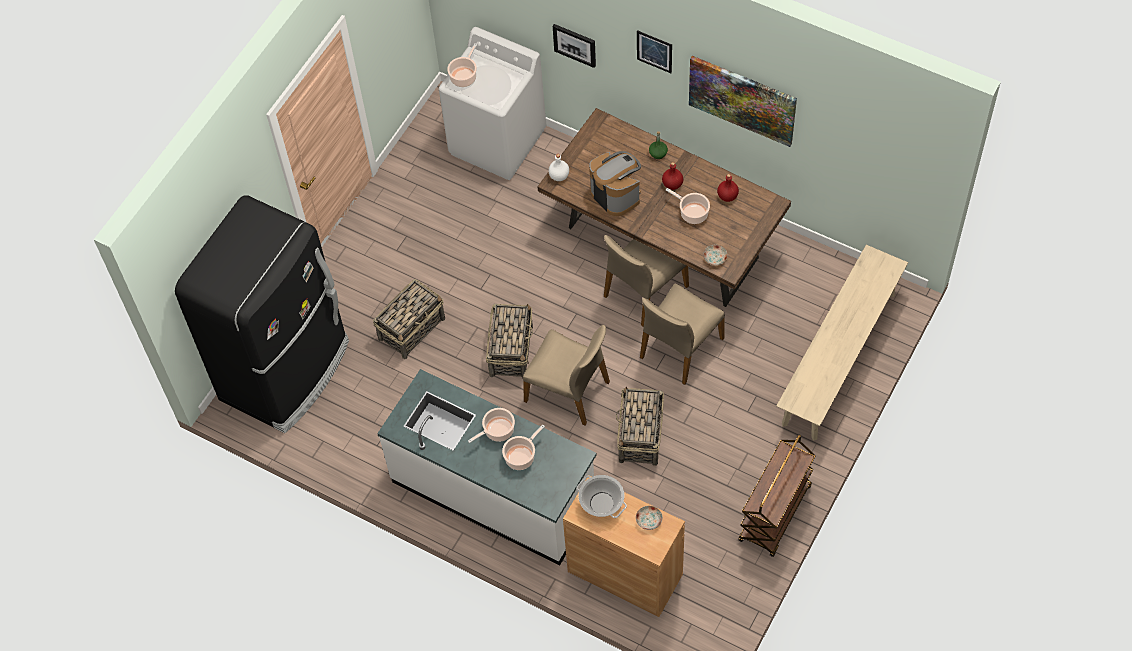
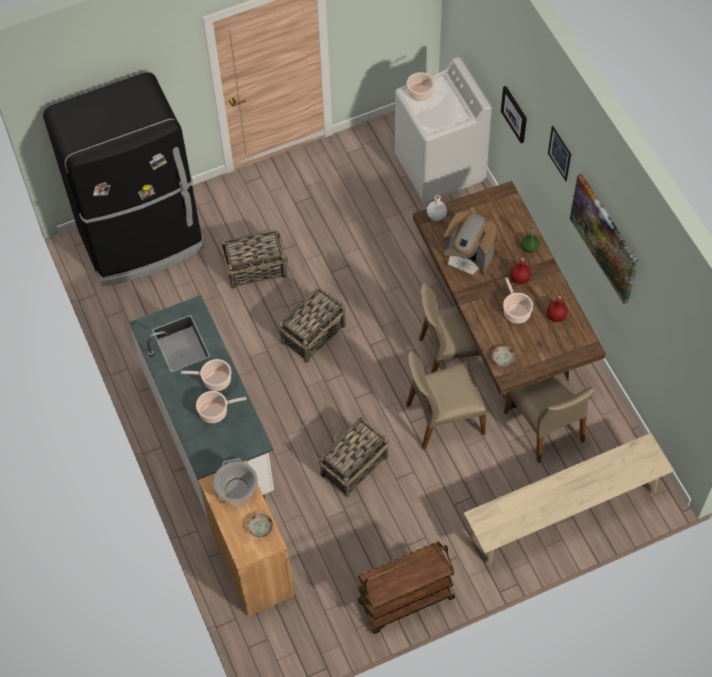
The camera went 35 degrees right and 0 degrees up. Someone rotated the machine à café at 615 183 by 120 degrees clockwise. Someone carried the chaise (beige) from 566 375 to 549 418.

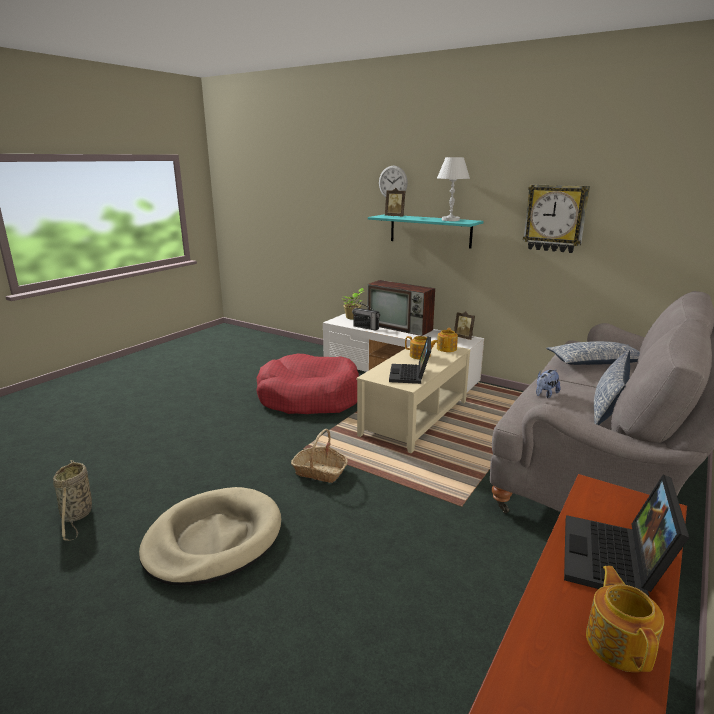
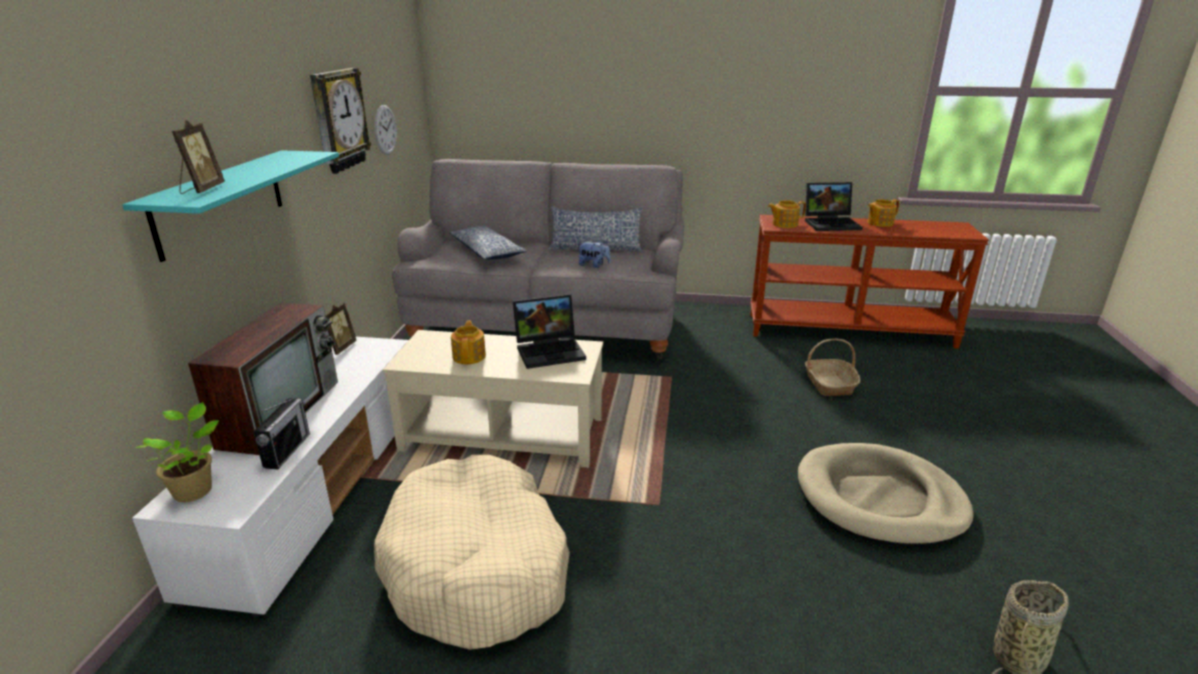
The camera went 115 degrees left and 5 degrees up. Someone carried the horloge murale from 393 182 to 385 130. Someone repainted the panier pour chien (rouge) at 307 384, which became the panier pour chien (beige) at 472 552. Someone carried the théière from 447 340 to 787 214. Someone carried the panier from 319 456 to 832 367. Someone took away the lampe de table (blanc) at 453 189.

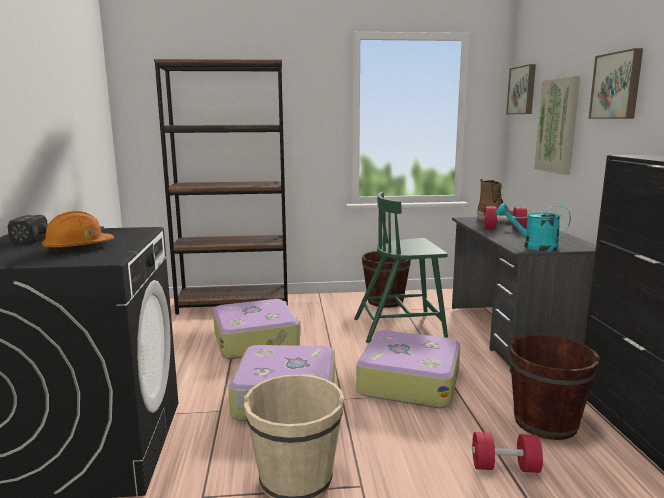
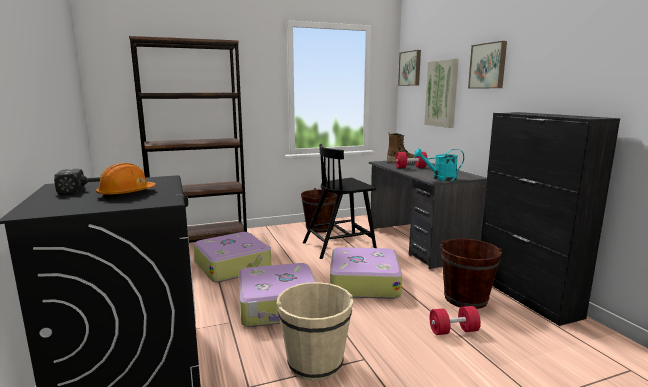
The camera went 15 degrees left and 0 degrees up. Someone repainted the chaise (vert) at 401 267, which became the chaise (noir) at 340 201.

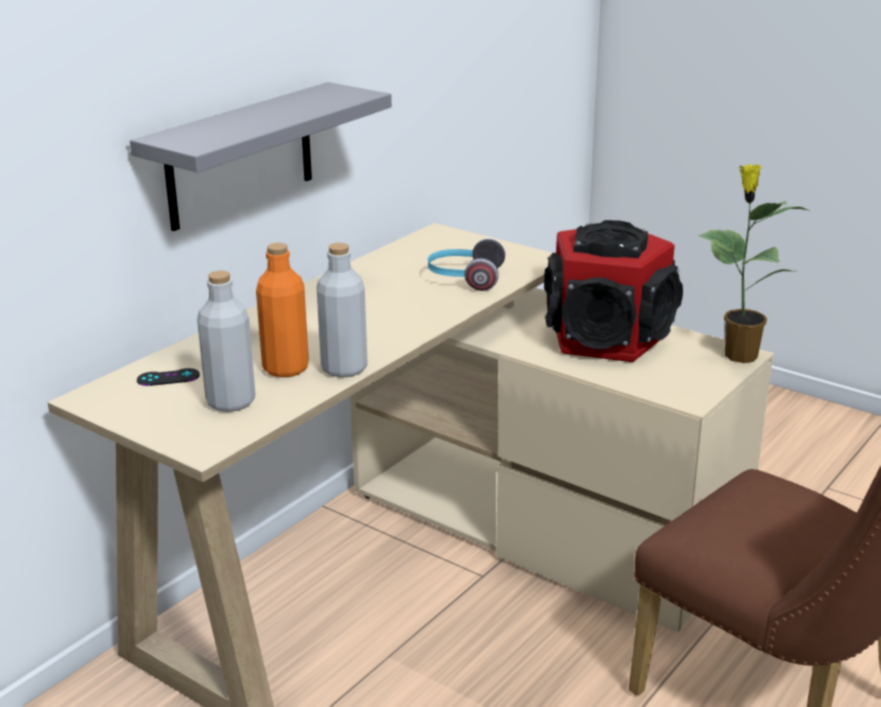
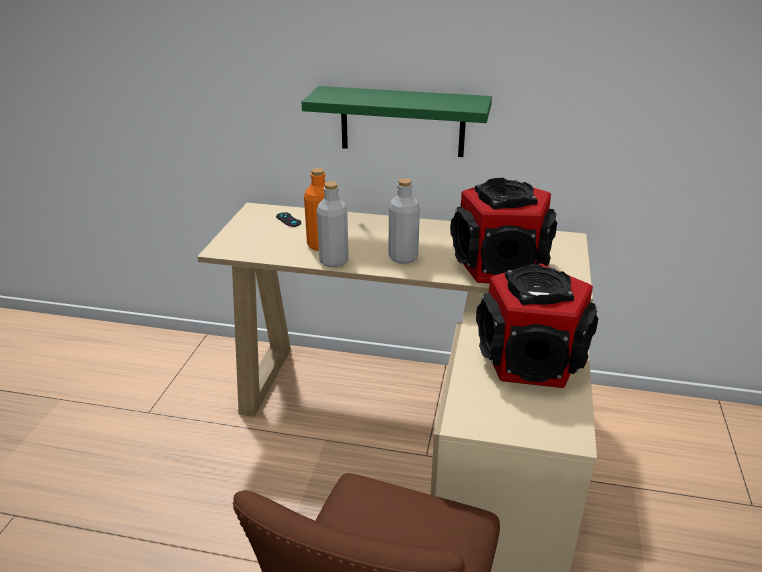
The camera went 65 degrees right and 5 degrees up. Someone repainted the étagère (gris) at 261 156, which became the étagère (vert) at 396 121. Someone carried the bouteille (gris) from 226 341 to 404 221. Someone swapped the casque audio at 466 265 for the enceinte at 503 230. Someone took away the plante en pot at 755 263.

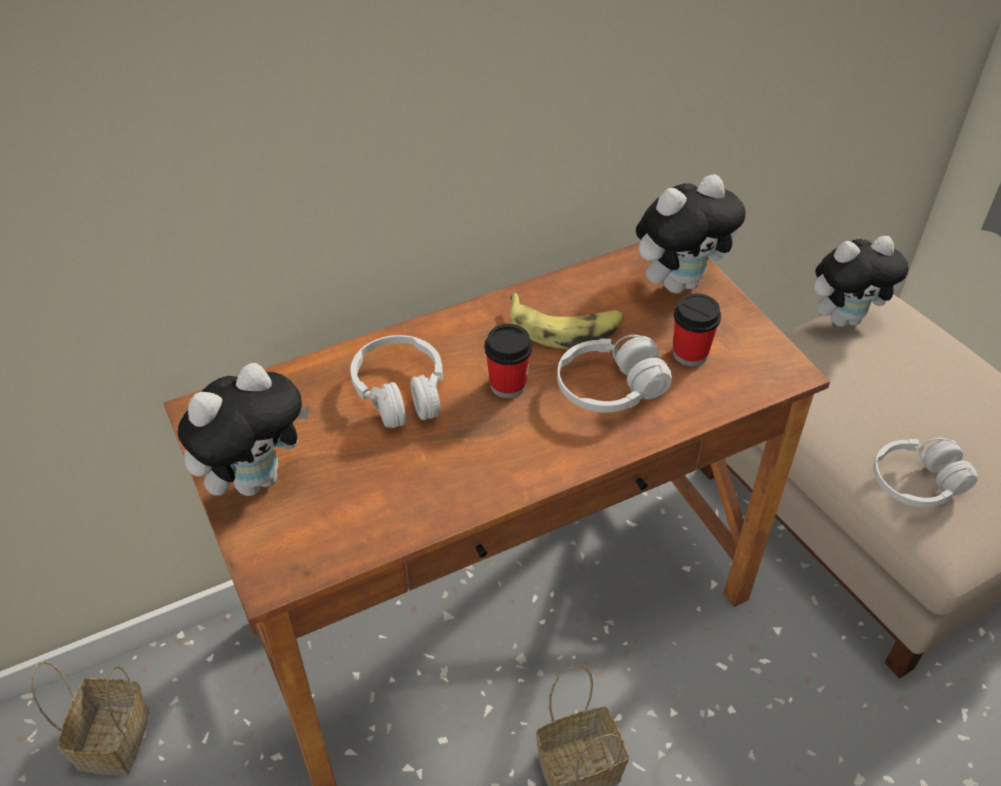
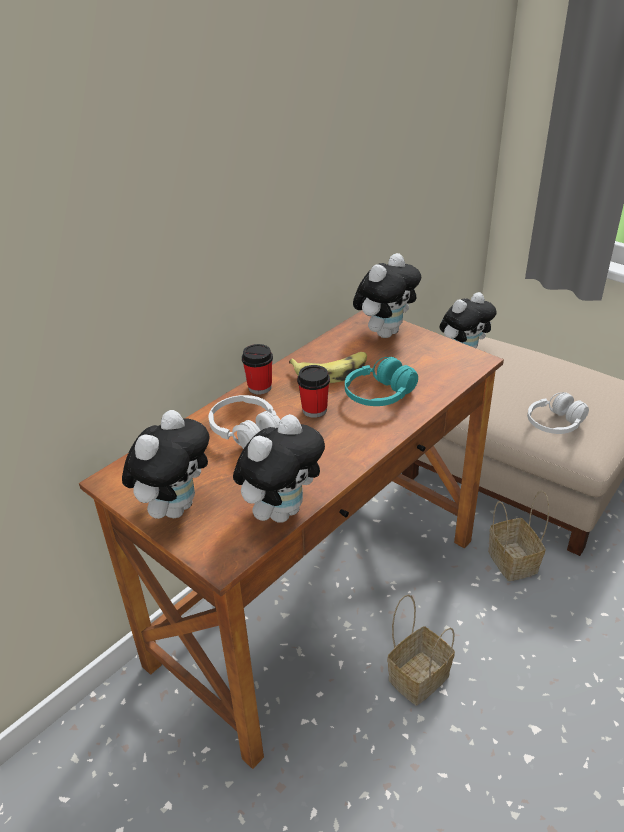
The camera went 20 degrees left and 10 degrees down. Someone put down the peluche at 279 468. Someone carried the tasse from 697 329 to 257 369. Someone repainted the casque audio (blanc) at 614 374, which became the casque audio (turquoise) at 381 381. Someone carried the panier from 90 717 to 518 535.

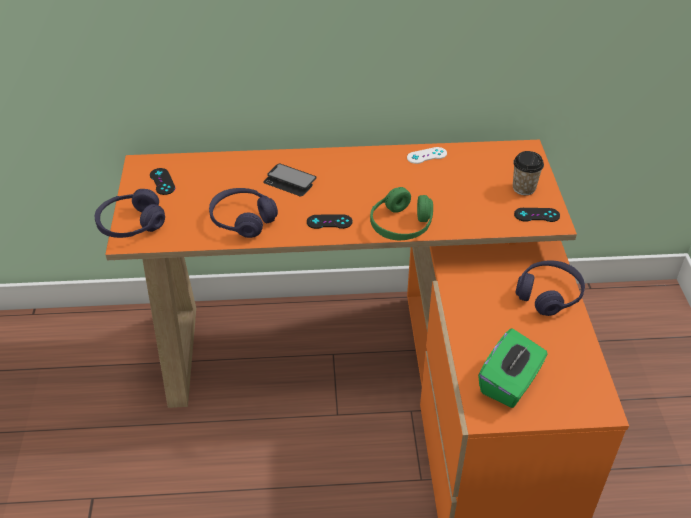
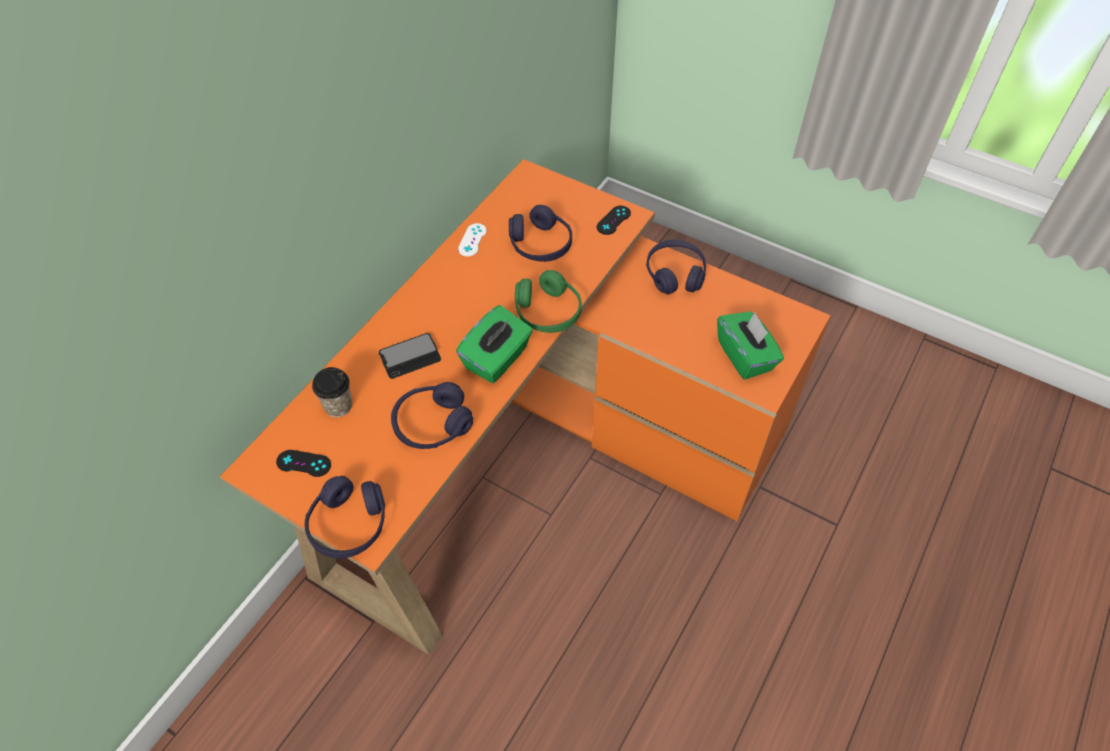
The camera went 55 degrees left and 10 degrees up. Someone carried the tasse from 528 173 to 332 392. Someone swapped the manette (noir) at 330 221 for the boîte à mouchoirs (vert) at 494 344. Someone put down the casque audio (violet) at 540 233.

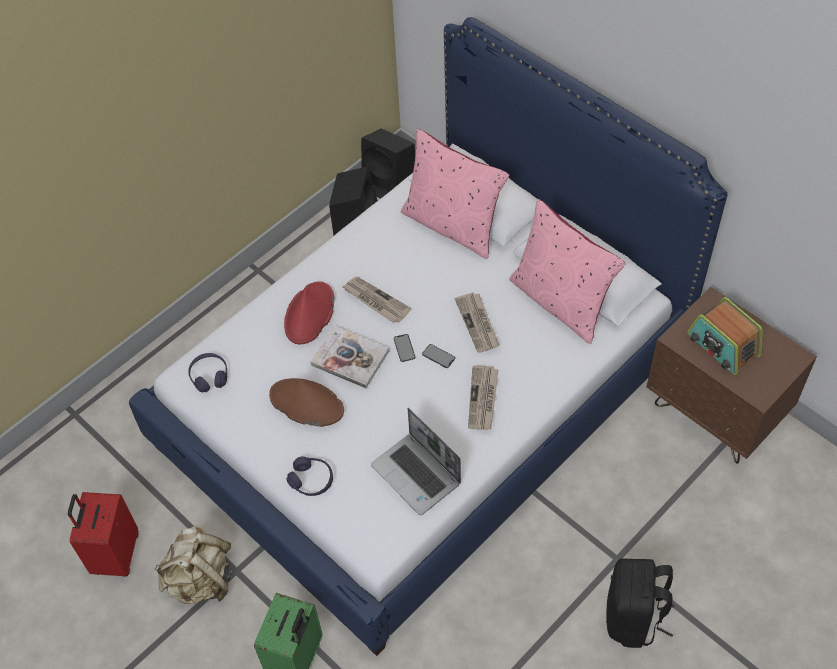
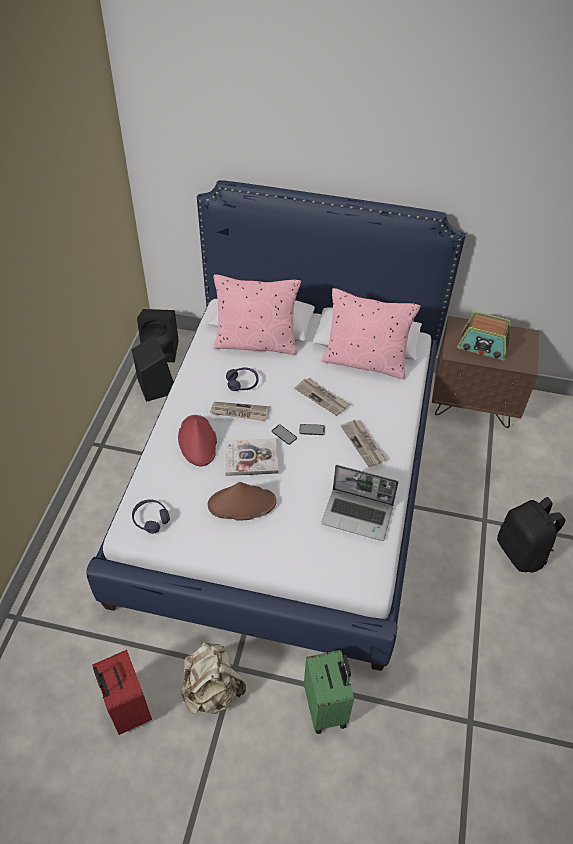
The camera went 35 degrees left and 5 degrees down. Someone carried the casque audio (violet) from 309 476 to 242 379.

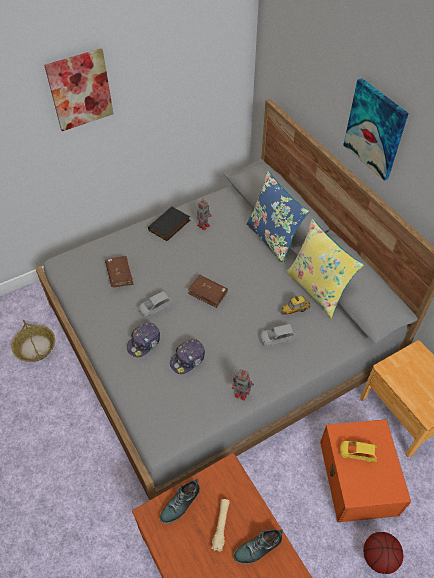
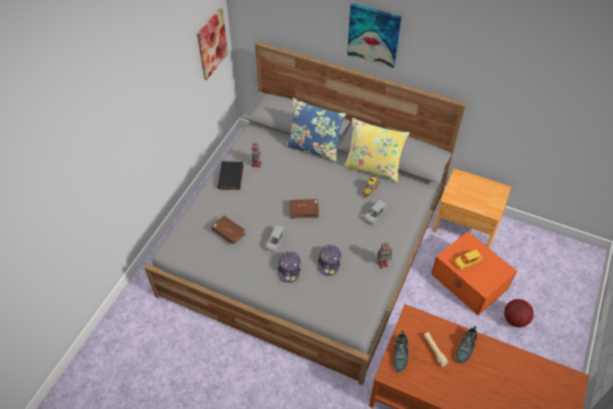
The camera went 35 degrees left and 0 degrees up. Someone carried the tableau from 79 89 to 212 44. Someone took away the panier at 33 341.

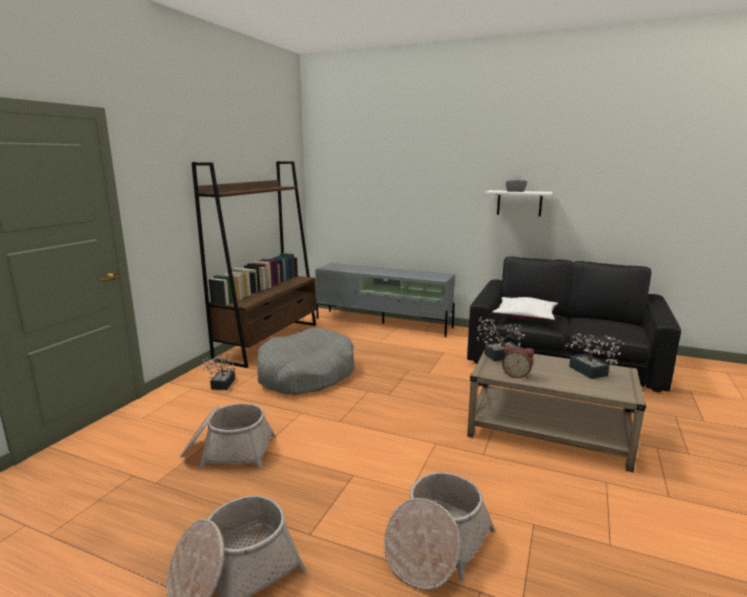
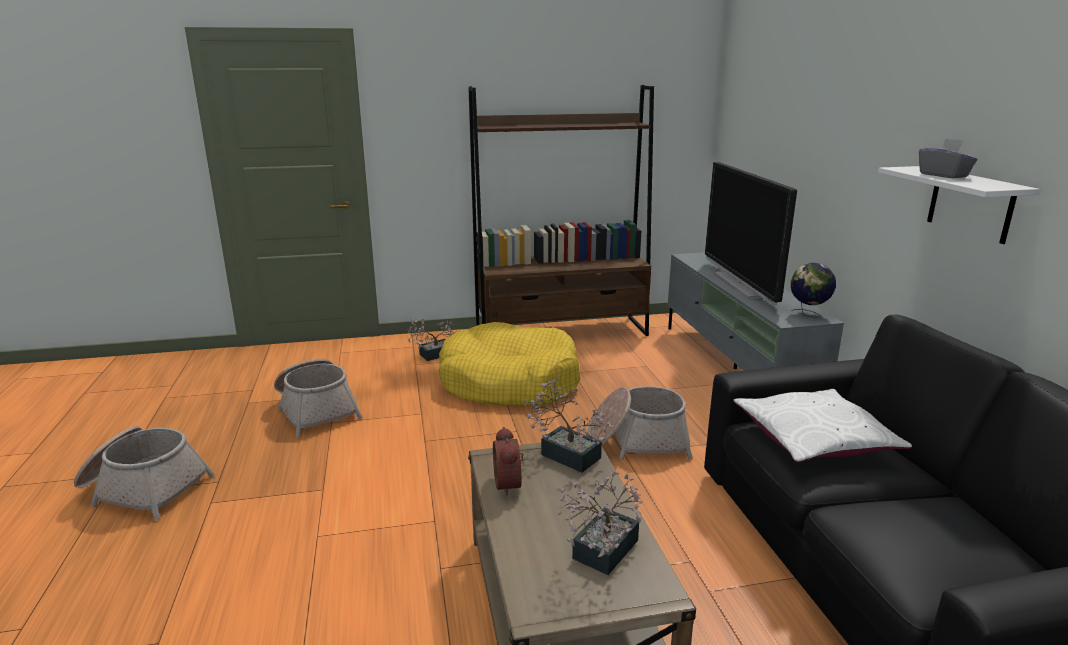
The camera went 55 degrees right and 5 degrees up. Someone repainted the panier pour chien (gris) at 306 361, which became the panier pour chien (jaune) at 509 364. Someone carried the panier from 439 531 to 639 423. Someone put down the téléviseur at 751 233. Someone put down the globe at 813 290.

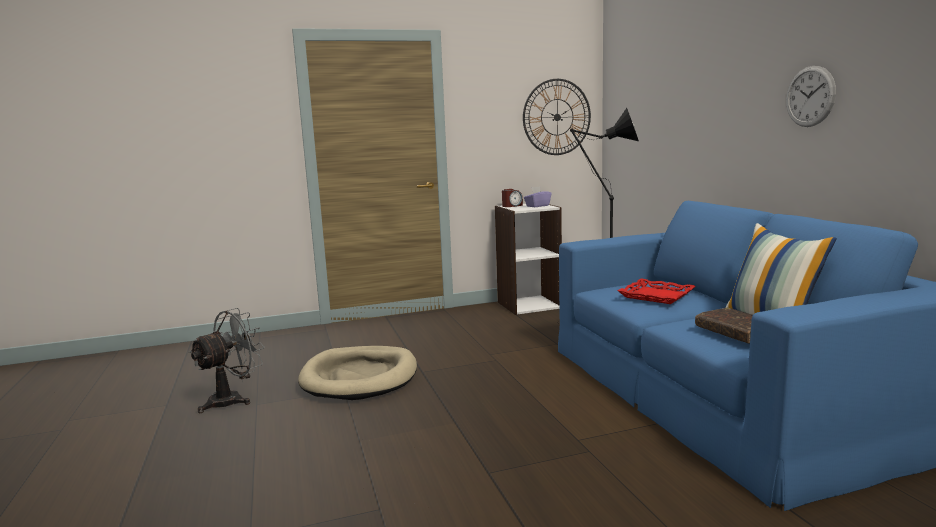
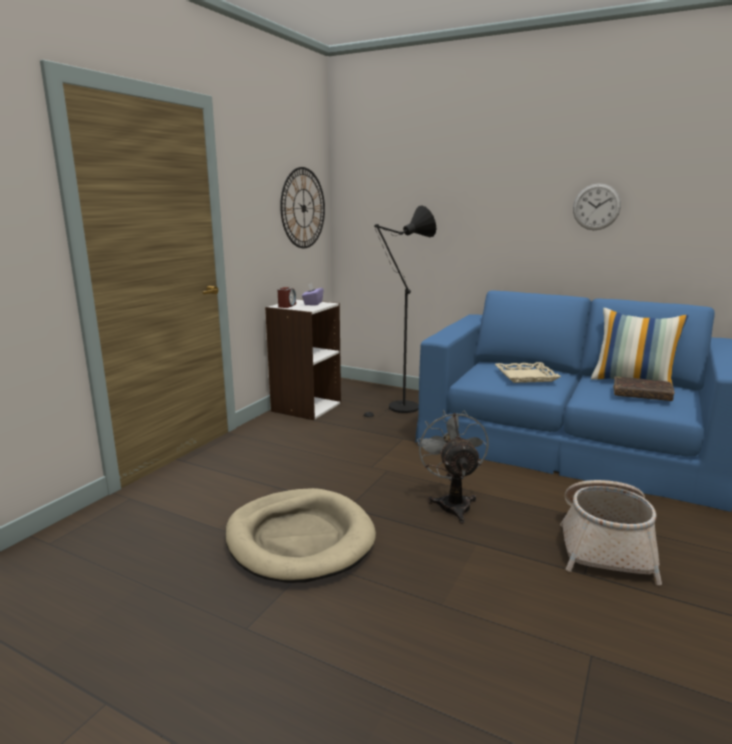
The camera went 45 degrees left and 5 degrees up. Someone carried the ventilateur (gris) from 227 360 to 453 467. Someone repainted the plateau (rouge) at 656 291, which became the plateau (beige) at 528 372. Someone put down the panier at 611 532.

